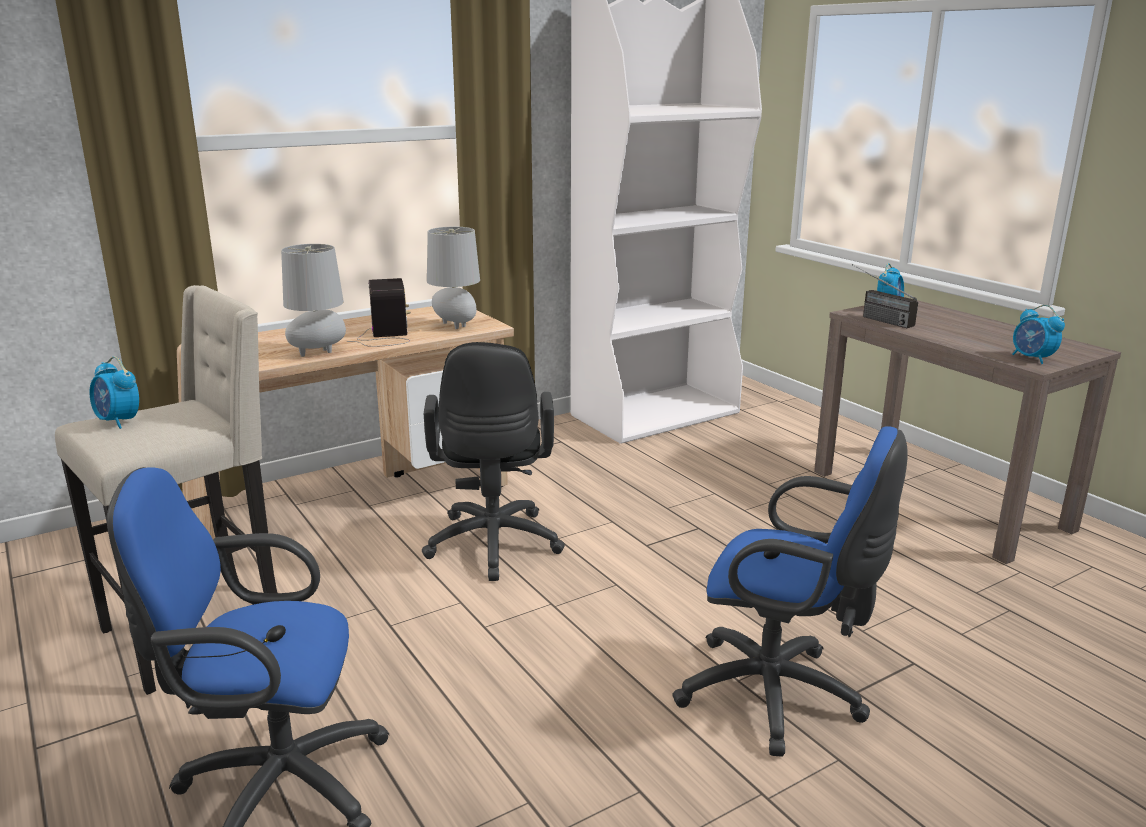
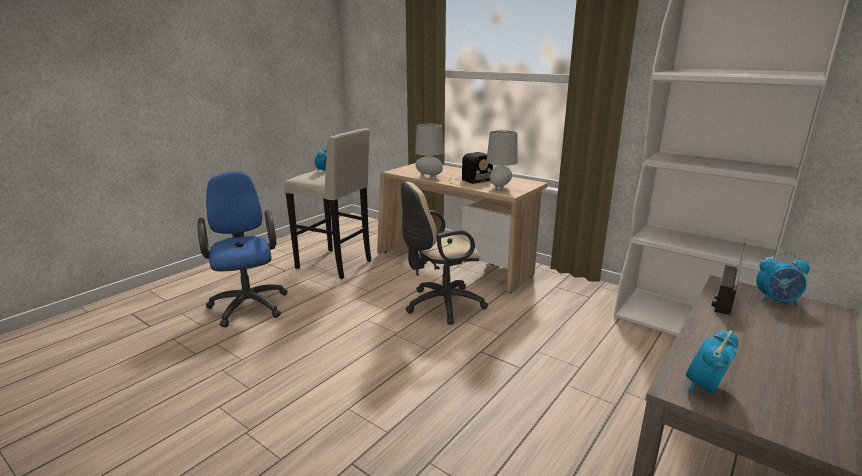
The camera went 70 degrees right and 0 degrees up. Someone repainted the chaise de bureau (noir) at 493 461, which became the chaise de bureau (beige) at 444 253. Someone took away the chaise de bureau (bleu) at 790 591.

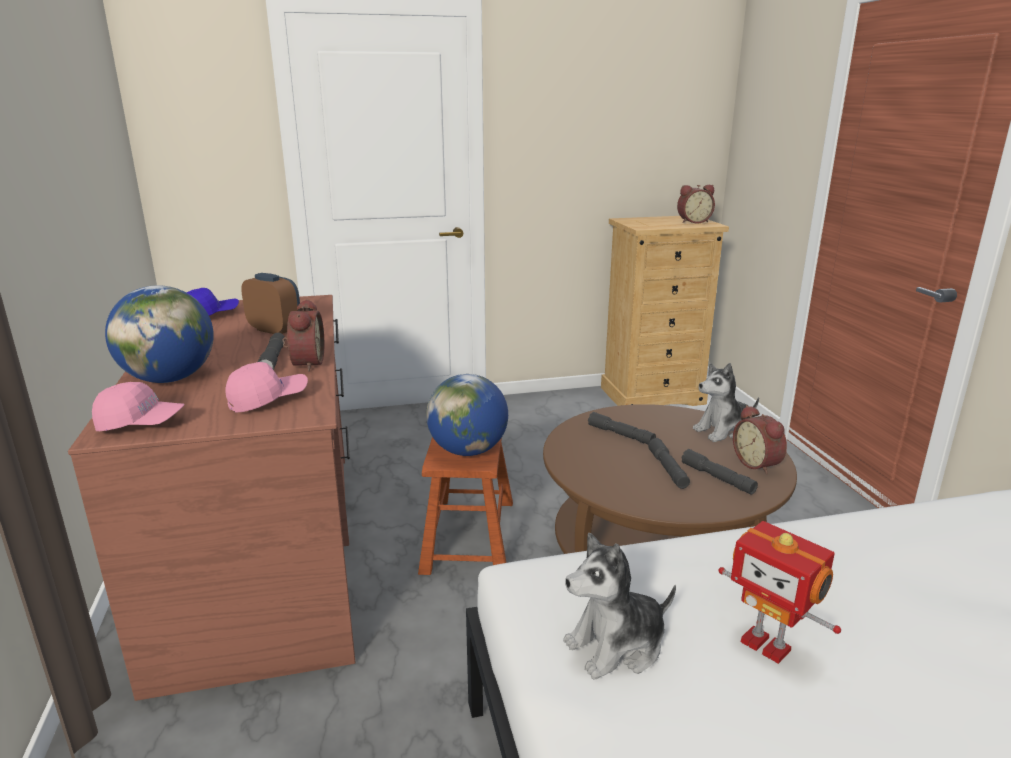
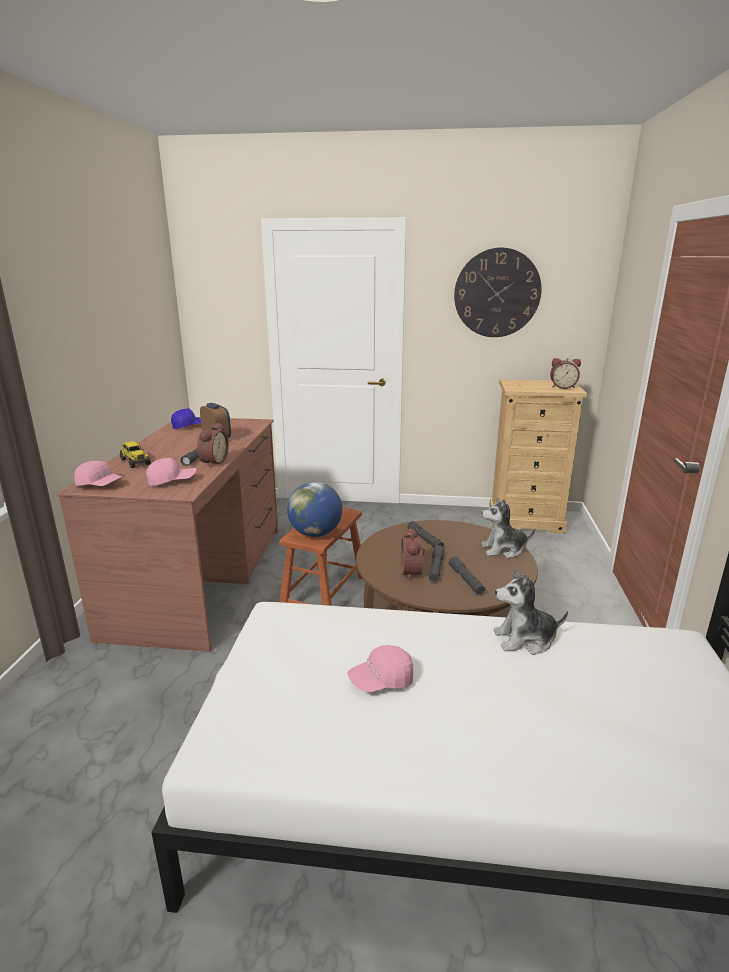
The camera went 20 degrees right and 0 degrees up. Someone swapped the globe at 159 334 for the camion jouet at 135 454. Someone swapped the robot jouet at 779 592 for the casquette (rose) at 380 668. Someone carried the réveil from 760 440 to 413 554. Someone put up the horloge murale at 497 292. Someone carried the peluche from 619 606 to 531 612.

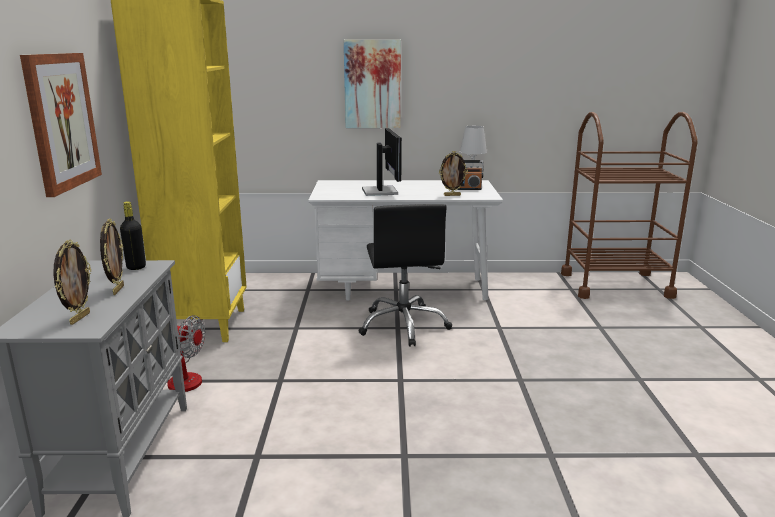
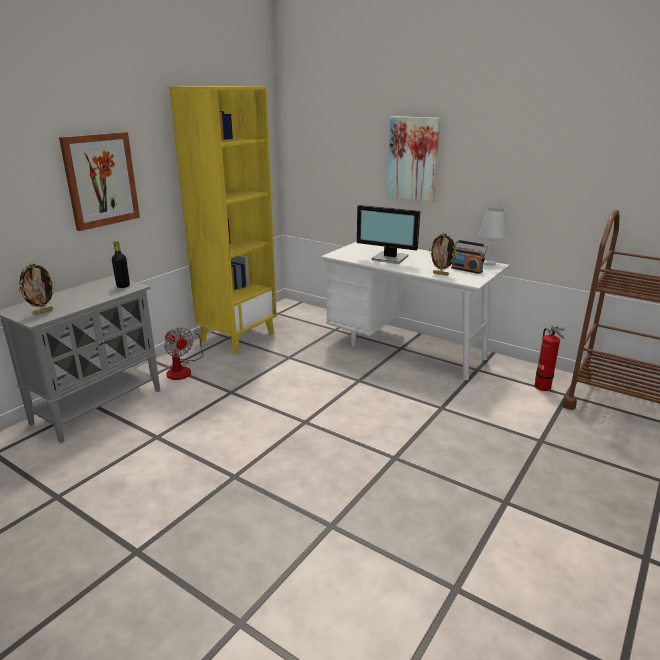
The camera went 35 degrees right and 5 degrees up. Someone rotated the écran d'ordinateur at 382 162 by 90 degrees clockwise. Someone put down the extincteur at 549 358. Someone took away the cadre photo at 112 256. Someone took away the chaise de bureau (noir) at 405 275.

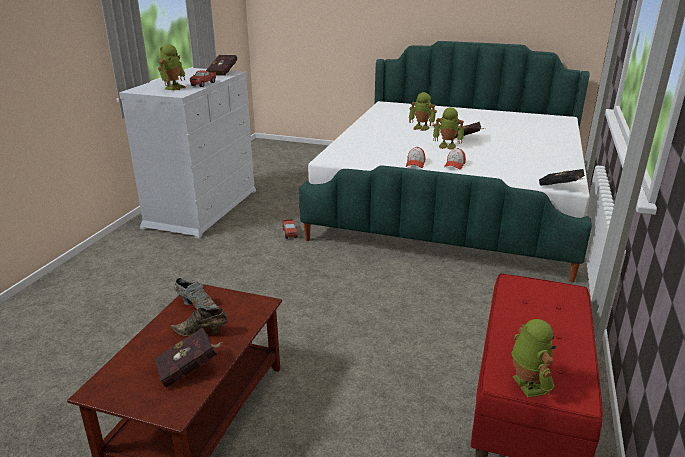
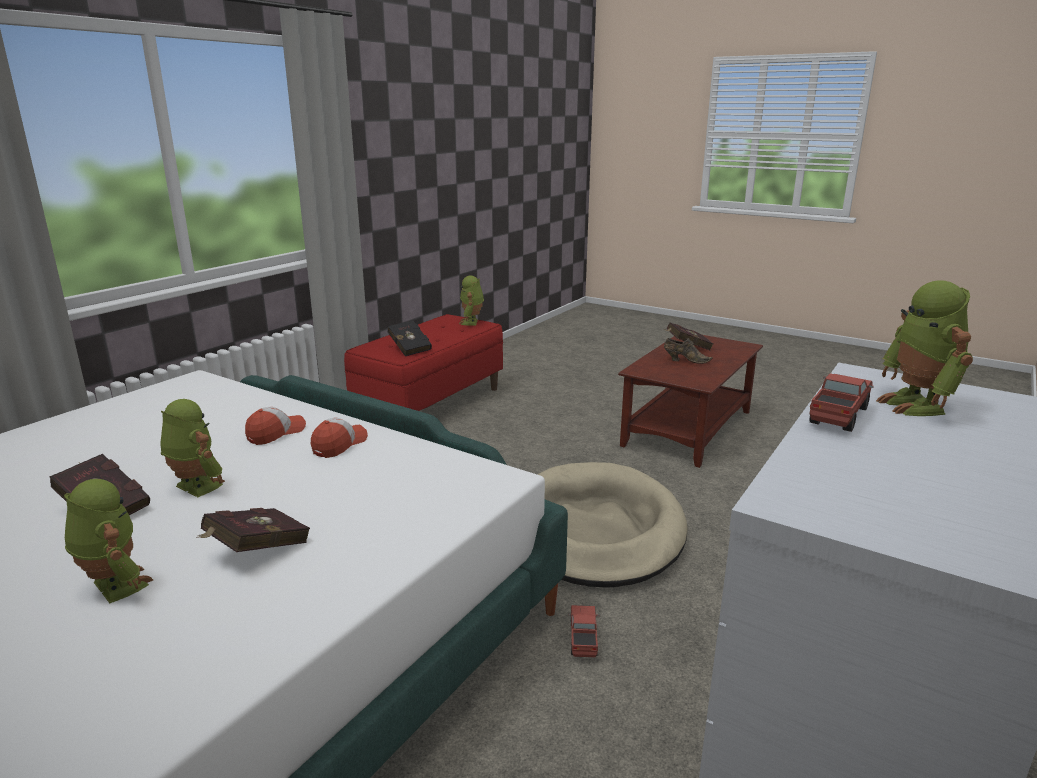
The camera went 165 degrees left and 5 degrees down. Someone carried the livre (rouge) from 221 65 to 254 530. Someone carried the livre (noir) from 562 177 to 410 338. Someone put down the panier pour chien (beige) at 612 525. Someone rotated the robot jouet at 172 67 by 45 degrees counterclockwise. Someone took away the chaussure (gris) at 197 293.

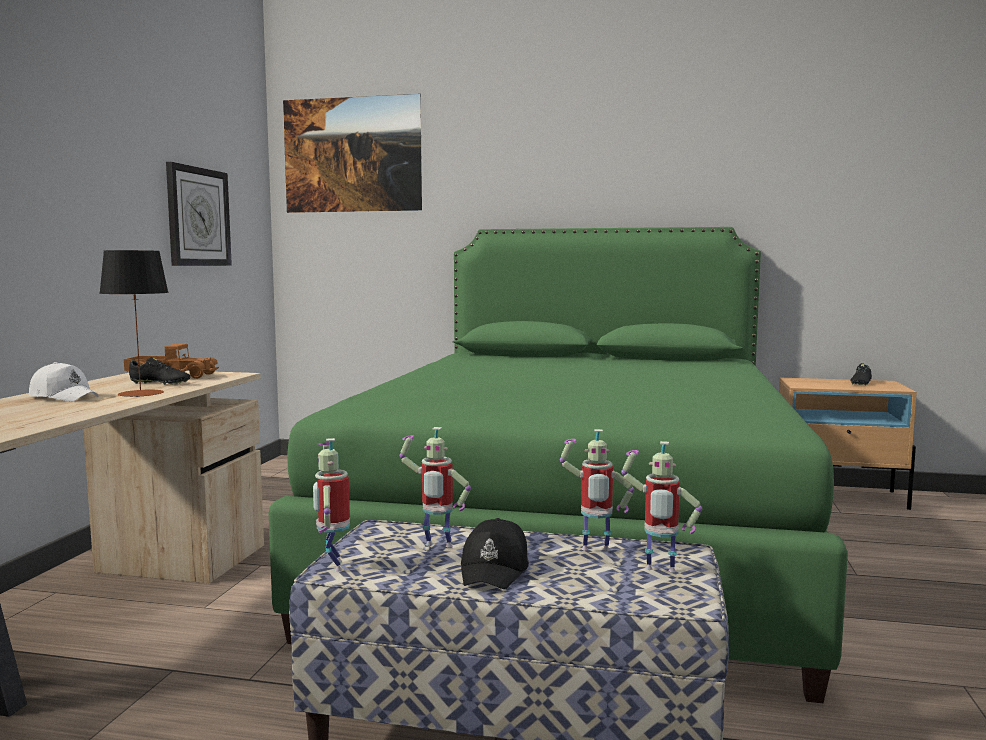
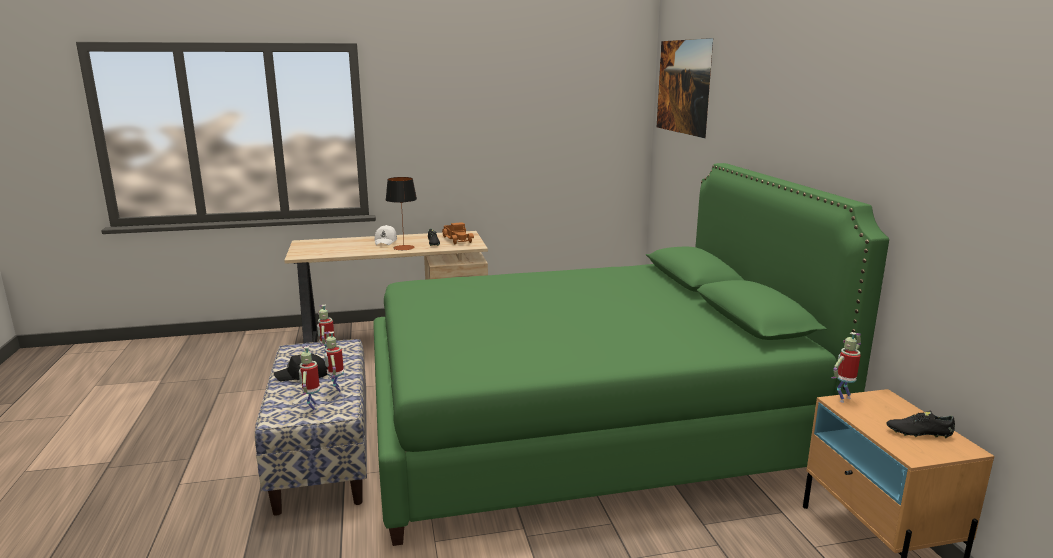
The camera went 65 degrees right and 10 degrees up. Someone carried the robot jouet from 331 505 to 846 367. Someone took away the horloge murale at 199 214.

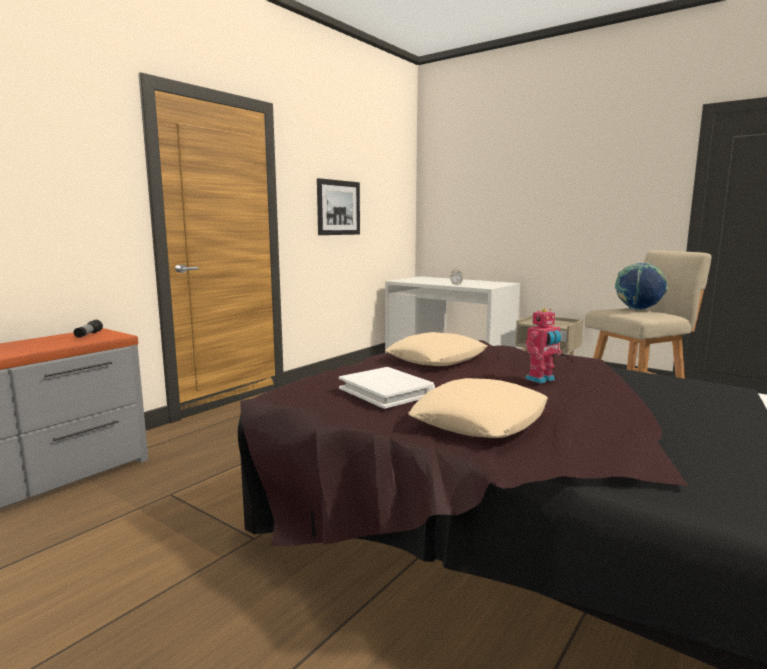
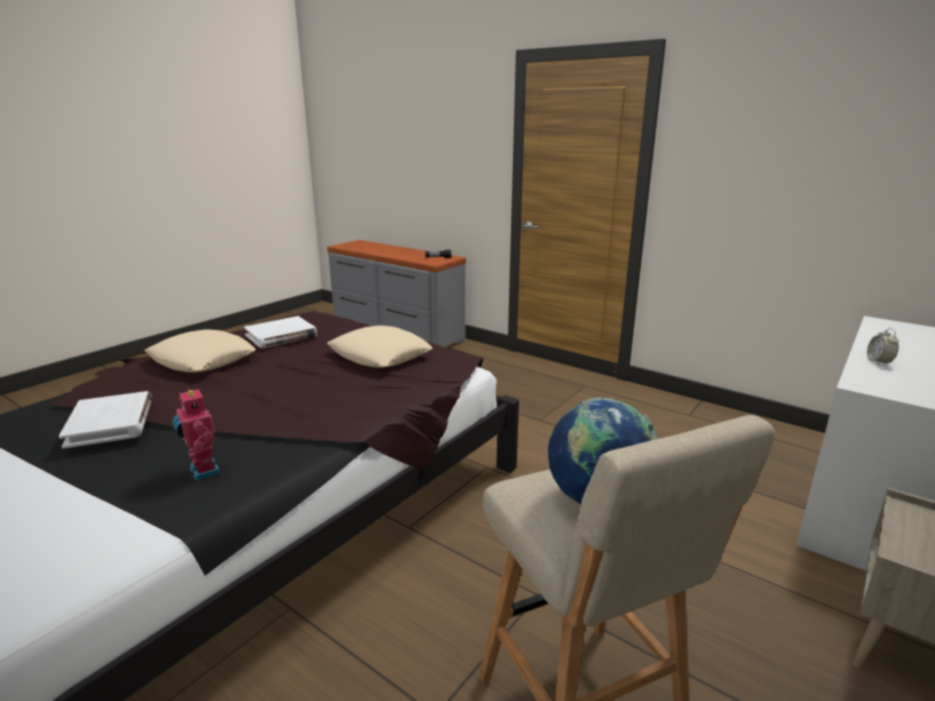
The camera went 90 degrees right and 10 degrees up. Someone put down the livre (blanc) at 105 420. Someone carried the robot jouet from 543 346 to 197 434. Someone took away the tableau at 338 206.

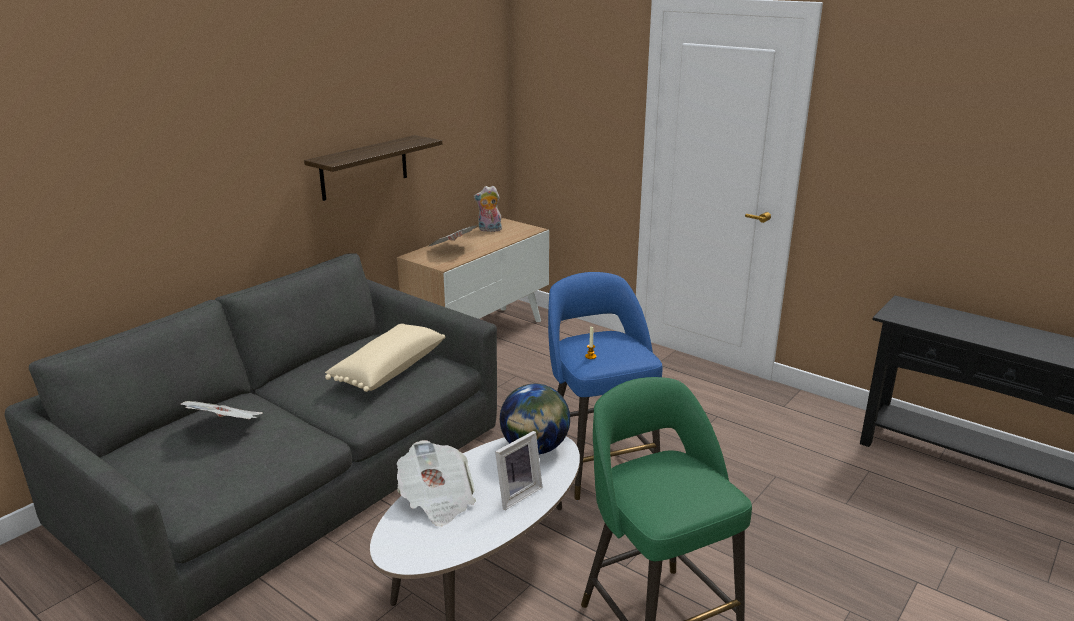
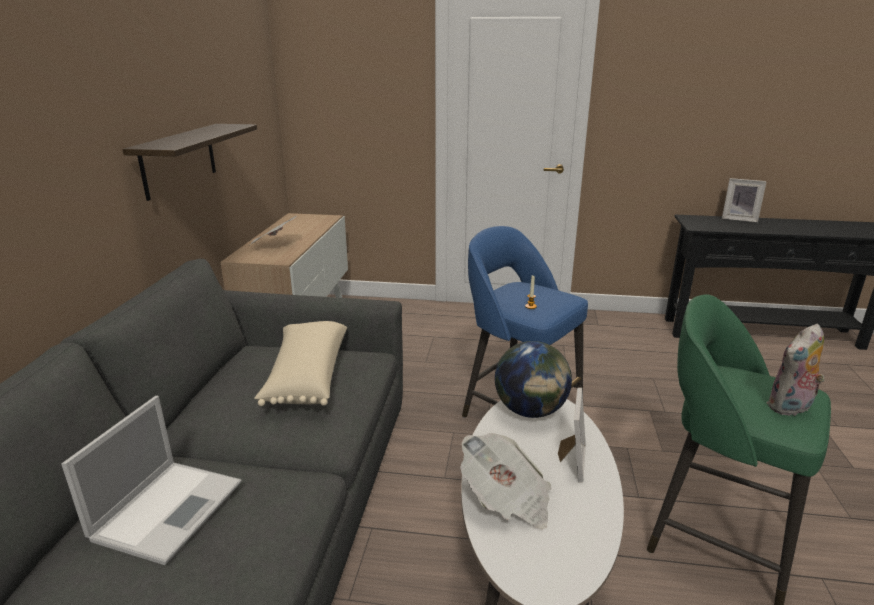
The camera went 30 degrees left and 0 degrees up. Someone swapped the journal at 222 410 for the ordinateur portable at 151 480. Someone put down the cadre photo at 744 200. Someone carried the peluche from 488 209 to 796 370.

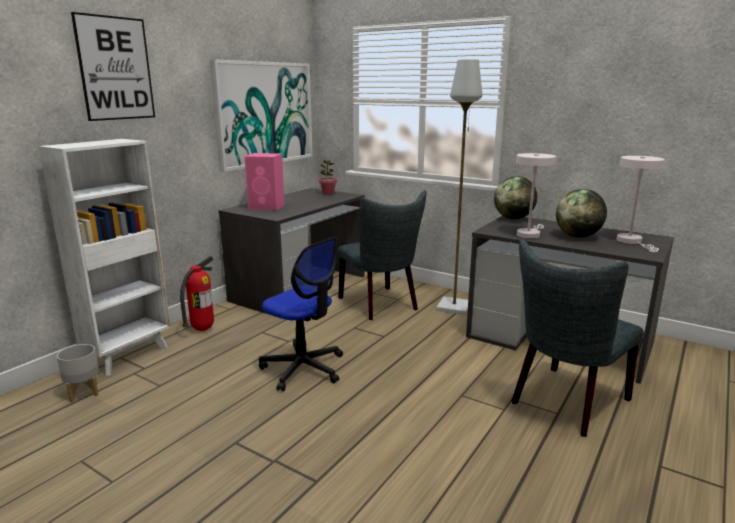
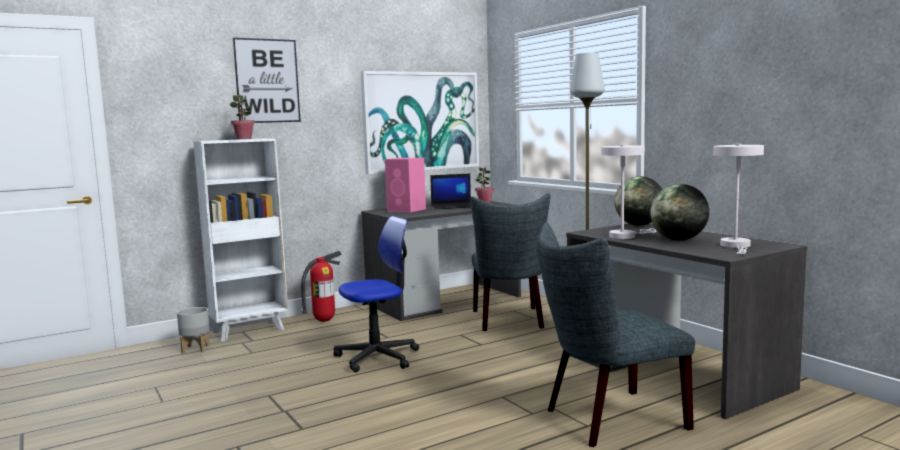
The camera went 25 degrees right and 10 degrees down. Someone put down the plante en pot at 242 117. Someone rotated the chaise de bureau at 301 314 by 90 degrees counterclockwise. Someone put down the ordinateur portable at 450 191.

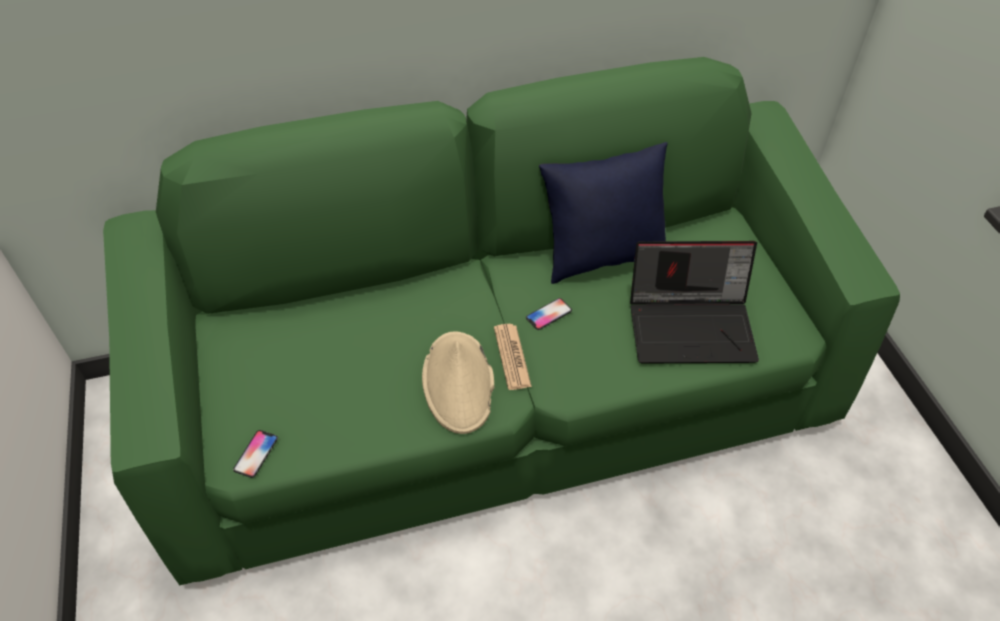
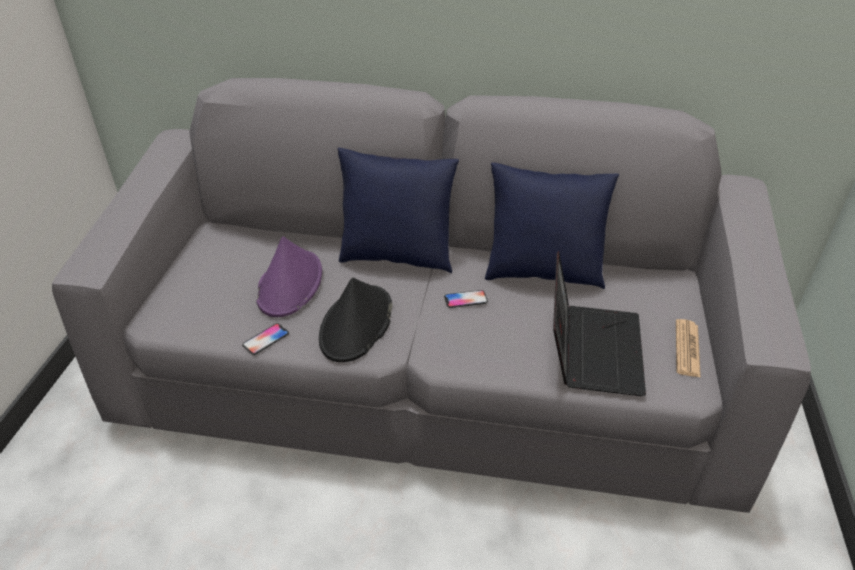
The camera went 25 degrees right and 10 degrees down. Someone repainted the canapé (vert) at 501 321, which became the canapé (gris) at 431 295. Someone carried the téléphone from 255 454 to 265 339. Someone put down the chapeau (violet) at 289 277. Someone repainted the chapeau (beige) at 458 382, which became the chapeau (noir) at 355 319. Someone put down the coussin (bleu) at 398 210. Someone rotated the ordinateur portable at 694 302 by 105 degrees counterclockwise. Someone carried the journal from 513 357 to 688 348.

